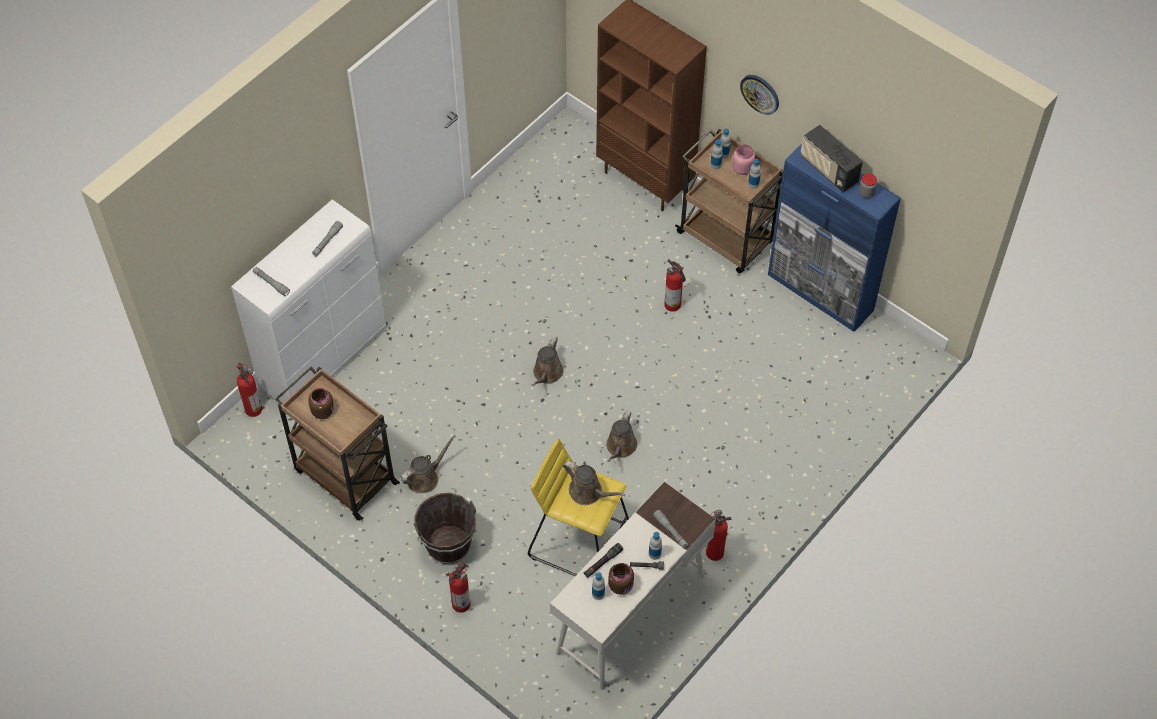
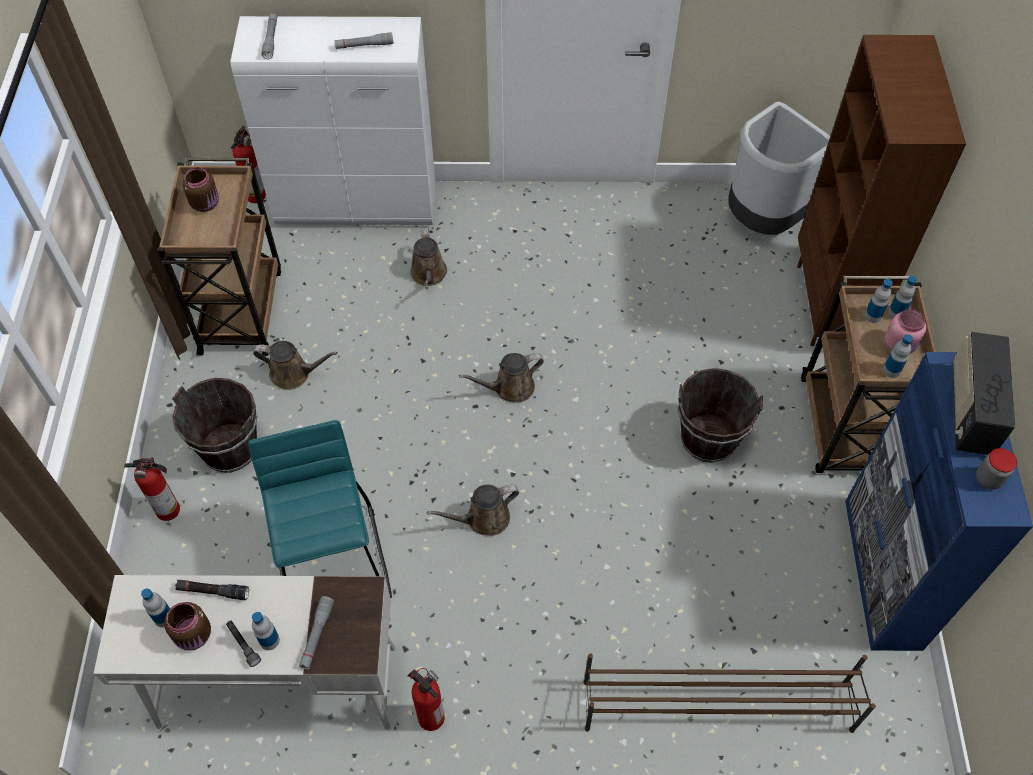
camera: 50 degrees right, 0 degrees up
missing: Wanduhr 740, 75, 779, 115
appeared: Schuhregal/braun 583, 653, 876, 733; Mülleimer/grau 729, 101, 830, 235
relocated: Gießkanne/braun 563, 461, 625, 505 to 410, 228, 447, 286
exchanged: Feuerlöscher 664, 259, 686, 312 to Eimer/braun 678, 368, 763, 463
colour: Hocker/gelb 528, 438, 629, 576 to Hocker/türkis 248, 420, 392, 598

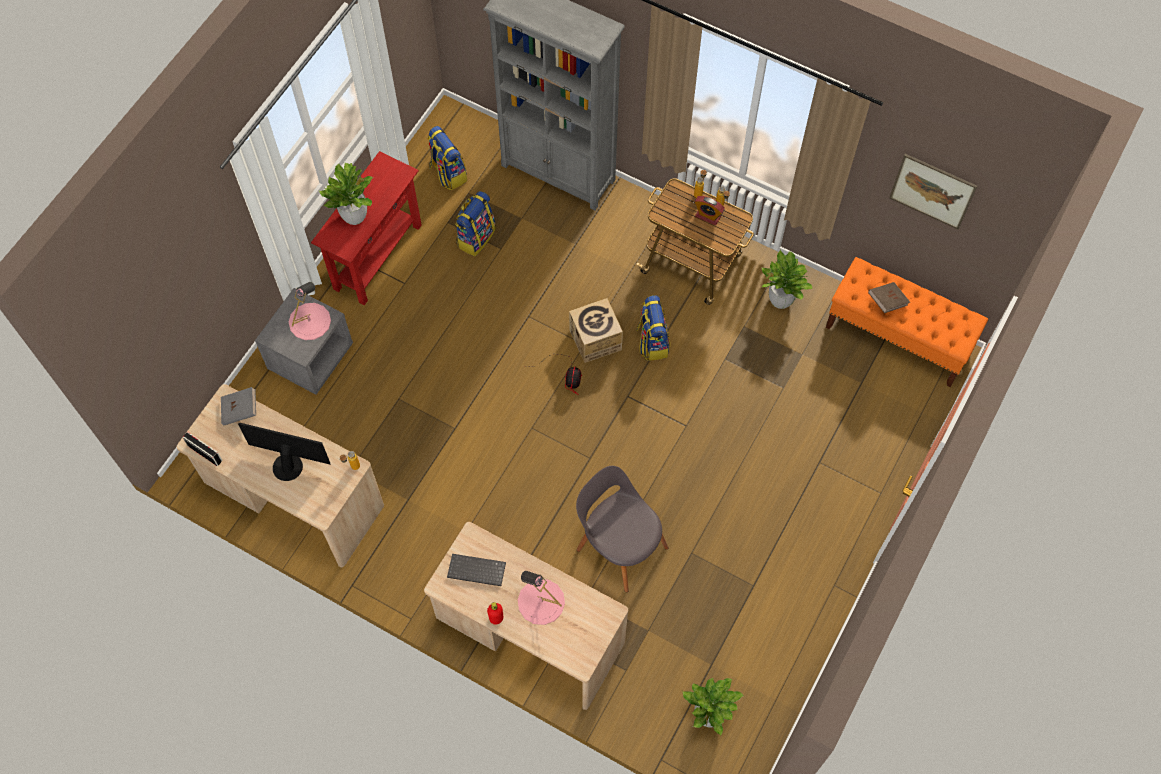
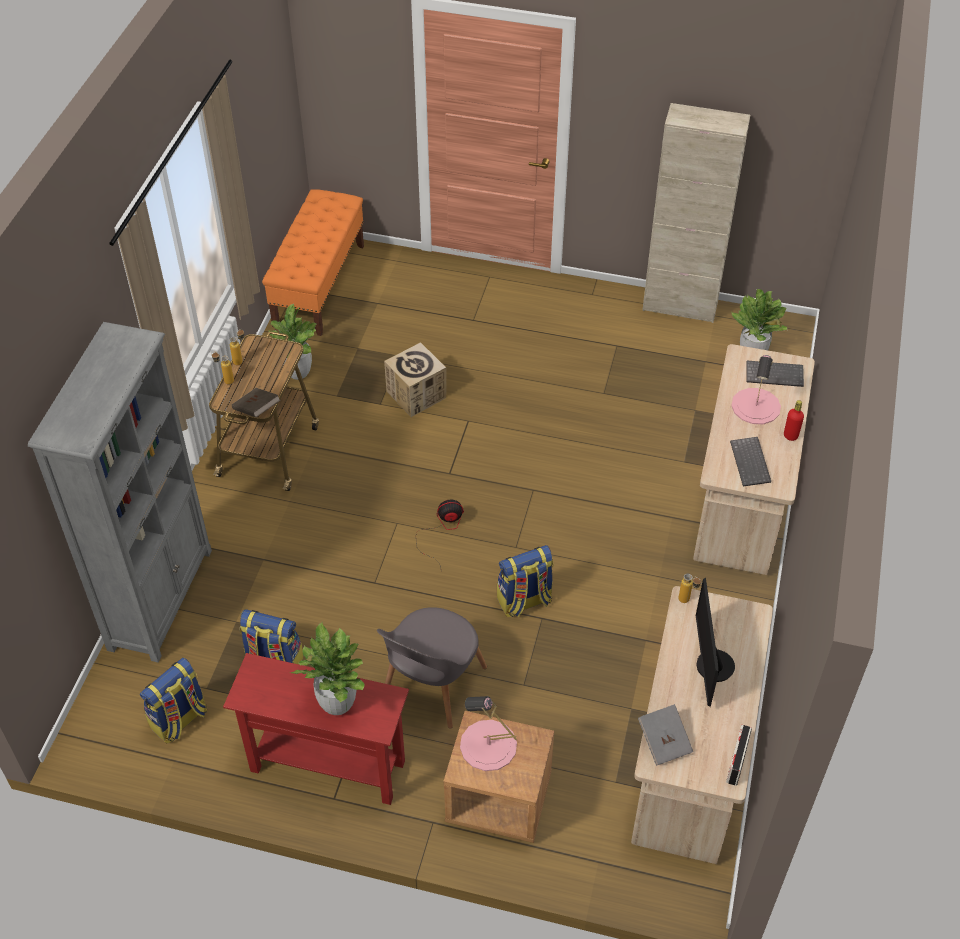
camera: 105 degrees left, 15 degrees down
missing: Wecker 695, 196, 725, 225; Bild 889, 154, 977, 229
appeared: Schrank/beige 642, 103, 750, 323; Tastatur 746, 361, 804, 387
relocated: Karton 569, 298, 623, 363 to 384, 342, 446, 417; Stuhl/grau 576, 466, 669, 592 to 377, 607, 487, 729; Rucksack 636, 295, 670, 361 to 497, 545, 554, 617; Buch/braun 868, 282, 910, 313 to 232, 388, 281, 417
colour: Nachttisch/grau 255, 288, 353, 395 to Nachttisch/braun 443, 711, 554, 843

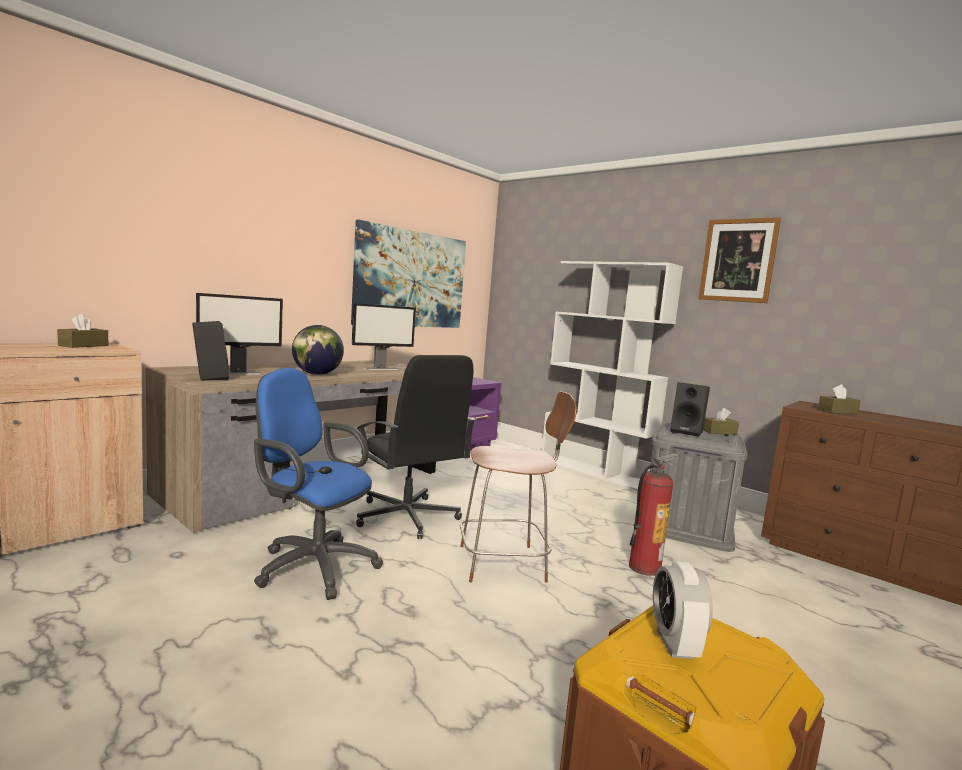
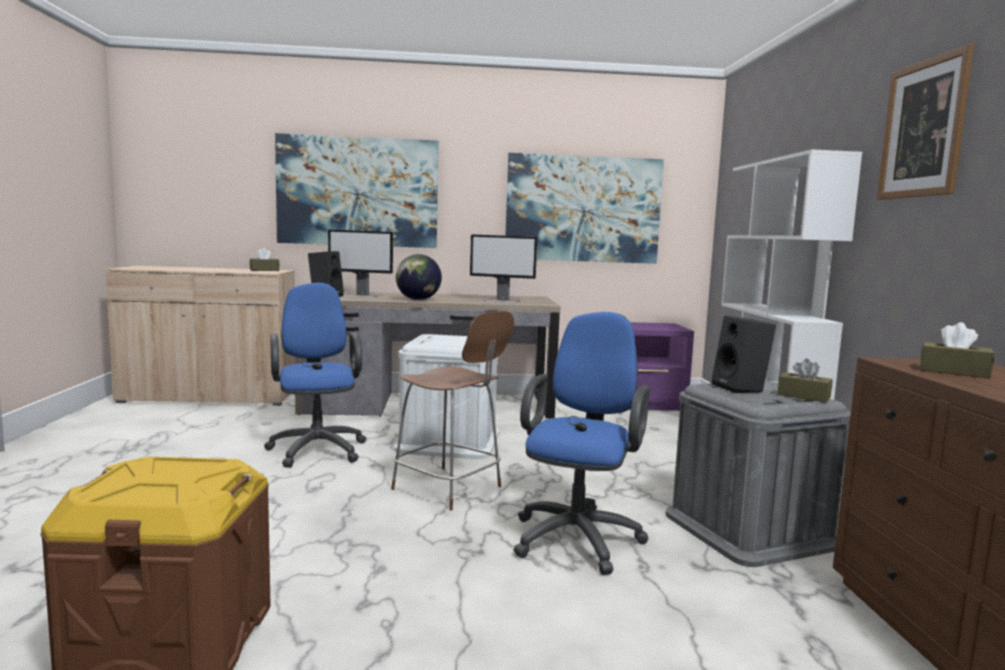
camera: 45 degrees right, 0 degrees up
missing: Wecker 653, 561, 713, 659
appeared: Bild 275, 133, 439, 248
exchanged: Bürostuhl/schwarz 356, 355, 475, 539 to Aufbewahrungsbox/weiß 395, 334, 499, 459; Feuerlöscher 629, 454, 679, 576 to Bürostuhl/blau 514, 312, 650, 575

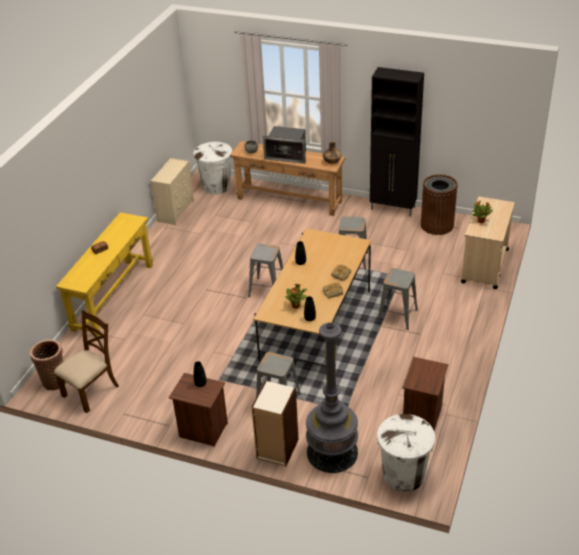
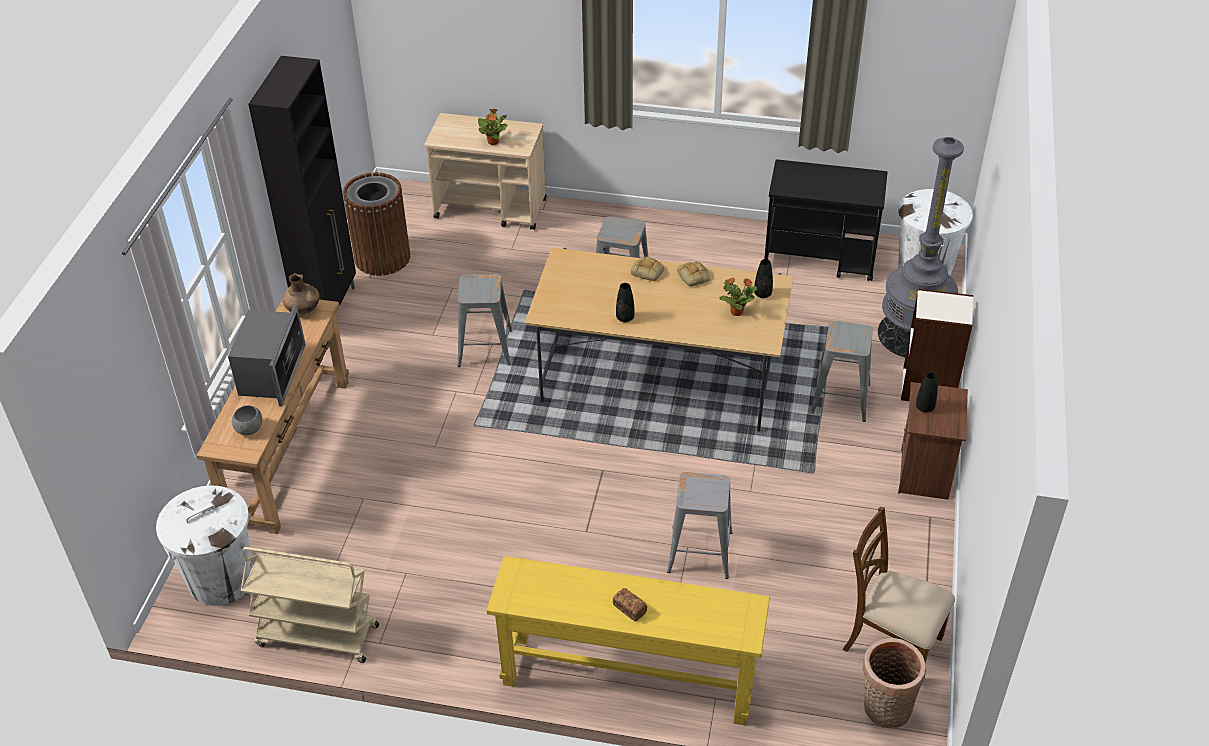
camera: 100 degrees left, 5 degrees up
relocated: Hocker/grau 248, 243, 283, 297 to 667, 472, 732, 579
exchanged: Kommode/beige 151, 158, 194, 225 to Rollwagen/beige 241, 547, 379, 663; Nachttisch/braun 402, 357, 448, 431 to Rollwagen/schwarz 764, 159, 887, 281

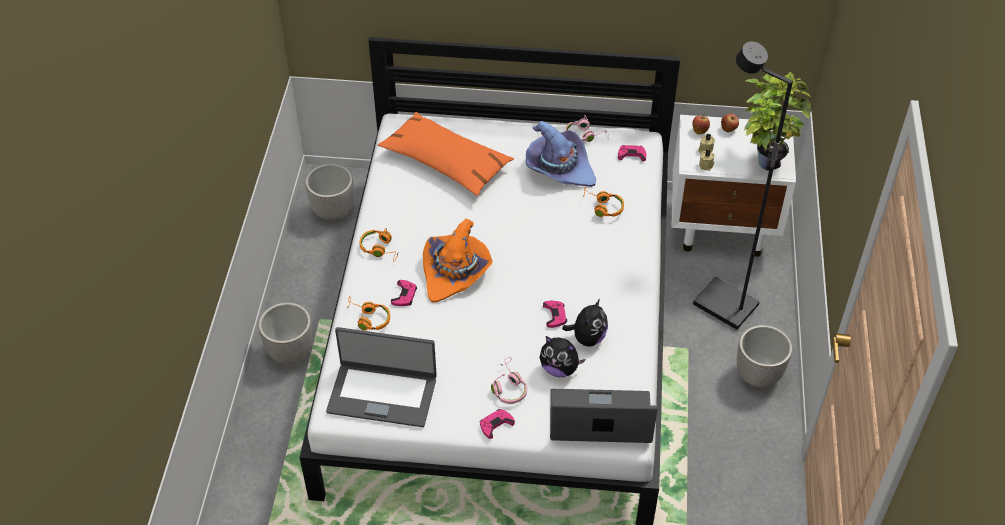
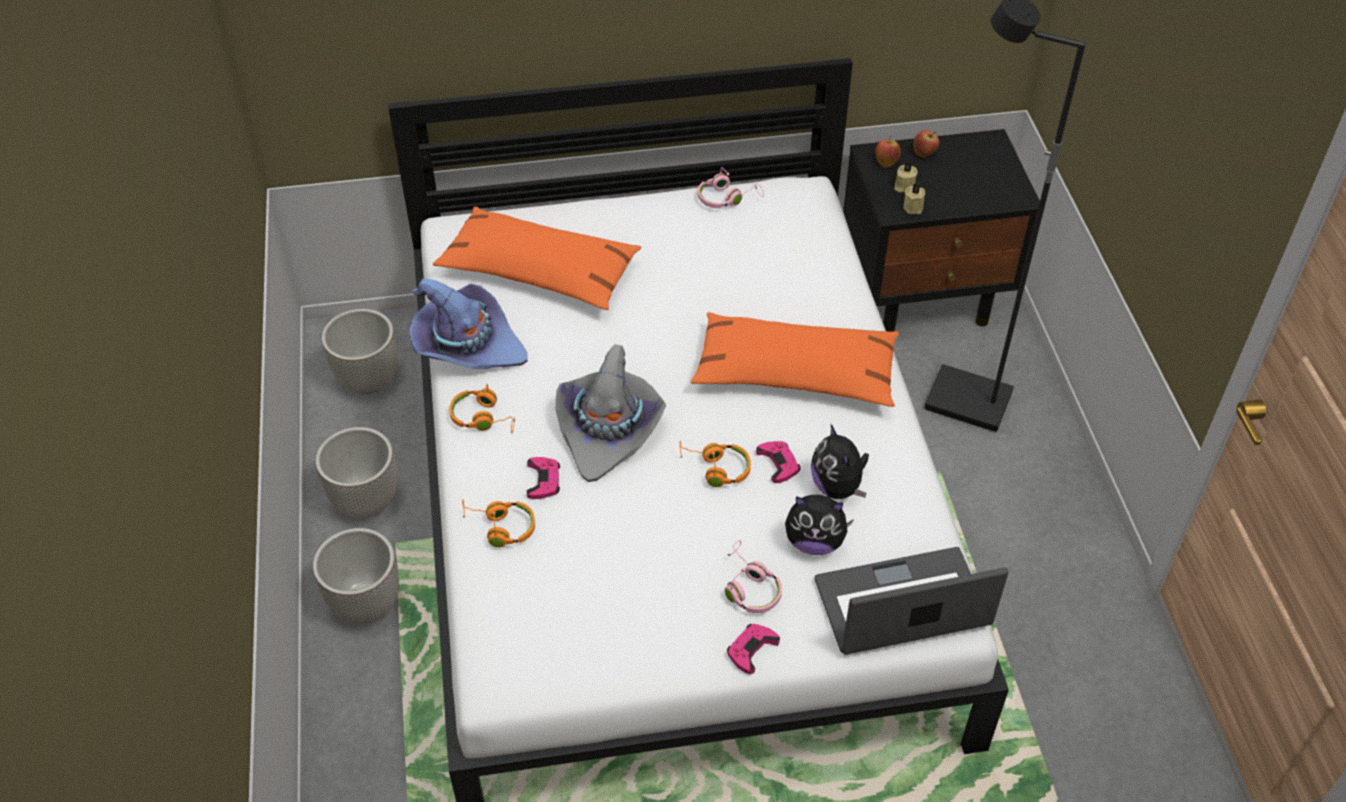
camera: 15 degrees left, 0 degrees up
missing: Laptop 326, 327, 437, 427; Gamepad/rosa 618, 145, 646, 162; Topfpflanze 744, 71, 811, 171
appeared: Kissen/orange 691, 312, 899, 407
relocated: Hut/lila 526, 121, 596, 187 to 410, 278, 528, 370; Kopfhörer/orange 584, 188, 624, 217 to 680, 440, 751, 487; Pflanzkübel 737, 325, 792, 387 to 315, 427, 397, 517
colour: Hut/orange 423, 218, 492, 302 to Hut/grau 556, 344, 666, 482; Nachttisch/weiß 671, 115, 796, 257 to Nachttisch/schwarz 843, 129, 1040, 332
spun: Plüschtier 562, 299, 608, 347 = 811, 423, 869, 499 150 degrees clockwise

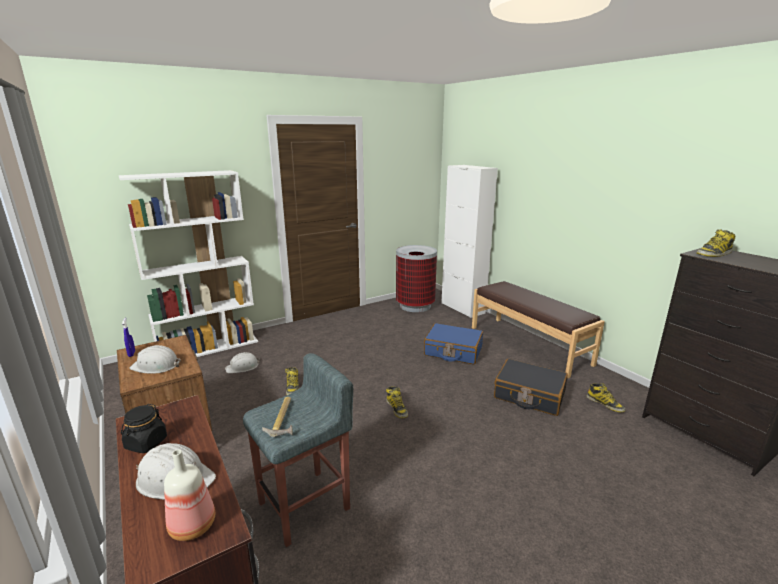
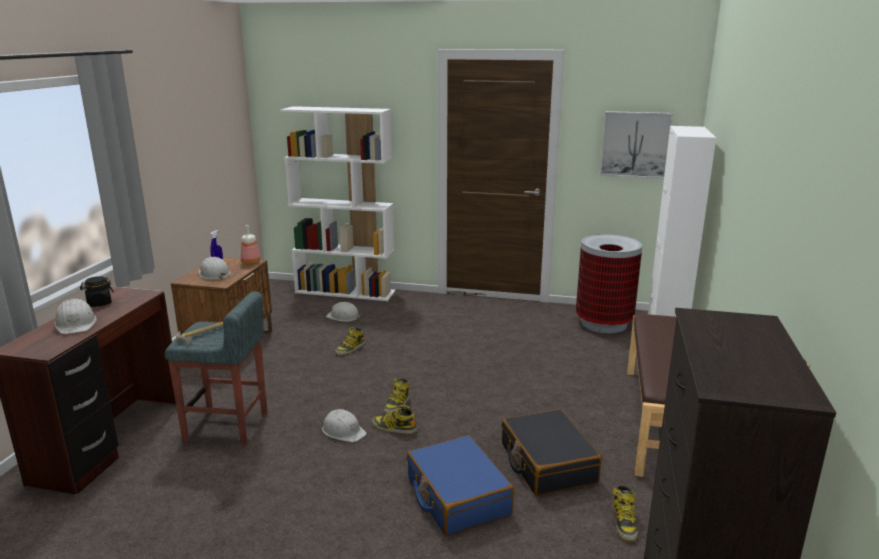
camera: 45 degrees right, 0 degrees up
appeared: Schutzhelm/weiß 322, 409, 367, 442; Bild 600, 111, 673, 179
relocated: Flasche 164, 449, 215, 541 to 241, 225, 260, 265; Koffer/blau 424, 323, 483, 364 to 407, 435, 514, 536; Stiefel 696, 229, 735, 257 to 372, 405, 417, 434

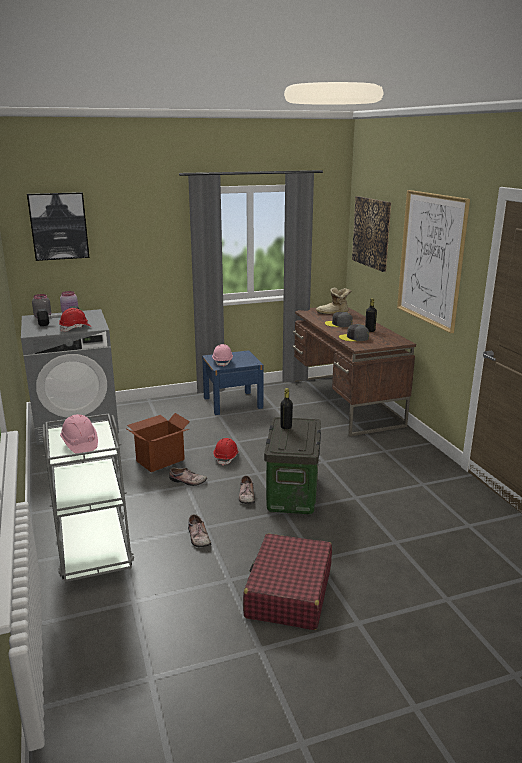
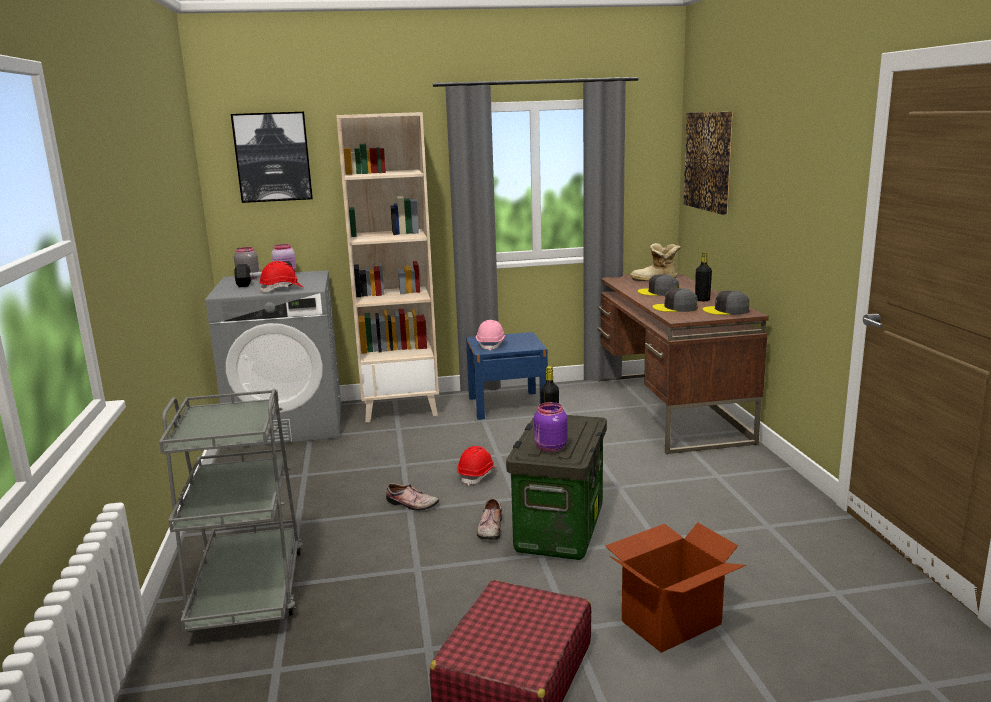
camera: 10 degrees right, 5 degrees down
missing: Schutzhelm/rosa 60, 414, 98, 453; Schuh 188, 514, 212, 547; Bild 397, 190, 470, 333
appeared: Bücherregal/beige 336, 112, 439, 422; Vorratsglas/lila 534, 402, 567, 452; Kappe/grau 702, 290, 750, 315
relocated: Karton 127, 413, 190, 472 to 605, 522, 746, 653

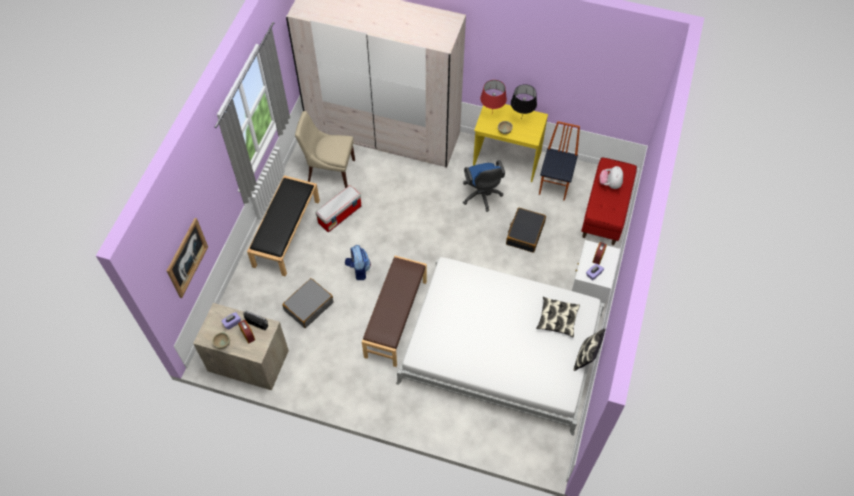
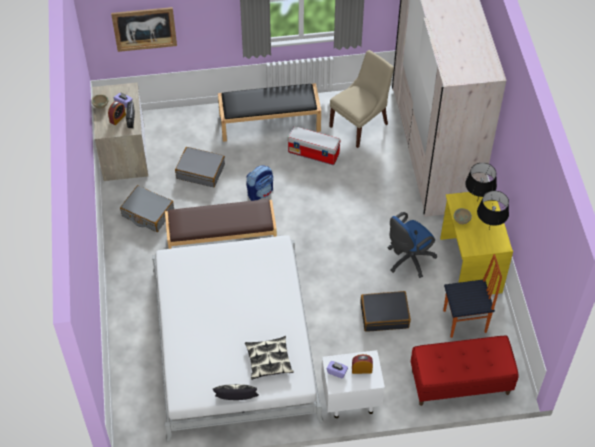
camera: 65 degrees right, 5 degrees down
missing: Plüschtier 599, 166, 623, 189
appeared: Koffer/grau 120, 185, 174, 232
colour: Tischlampe/rot 480, 80, 507, 112 to Tischlampe/schwarz 465, 163, 497, 202
spun: Stuhl/beige 295, 111, 355, 188 = 329, 50, 394, 148 60 degrees clockwise

